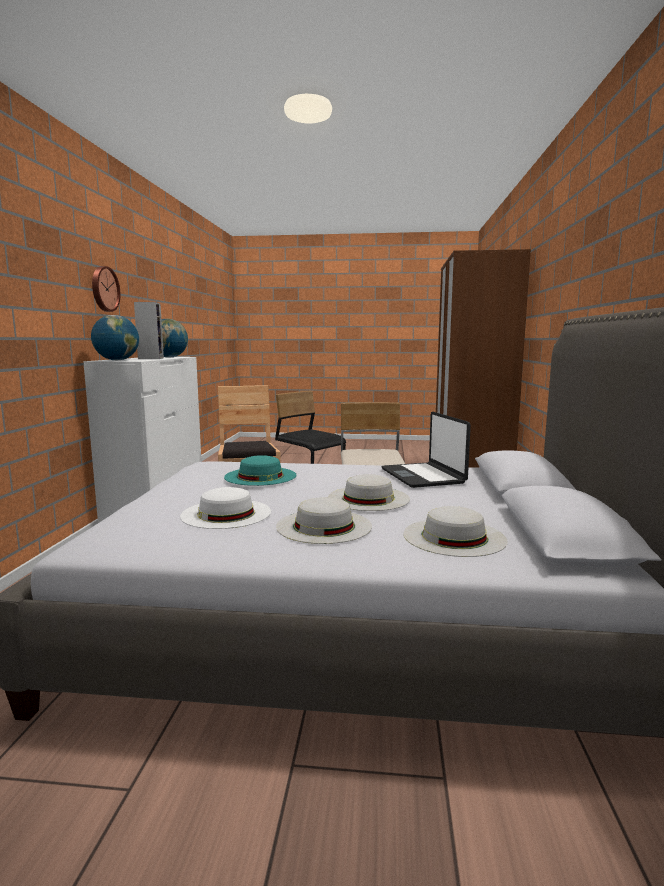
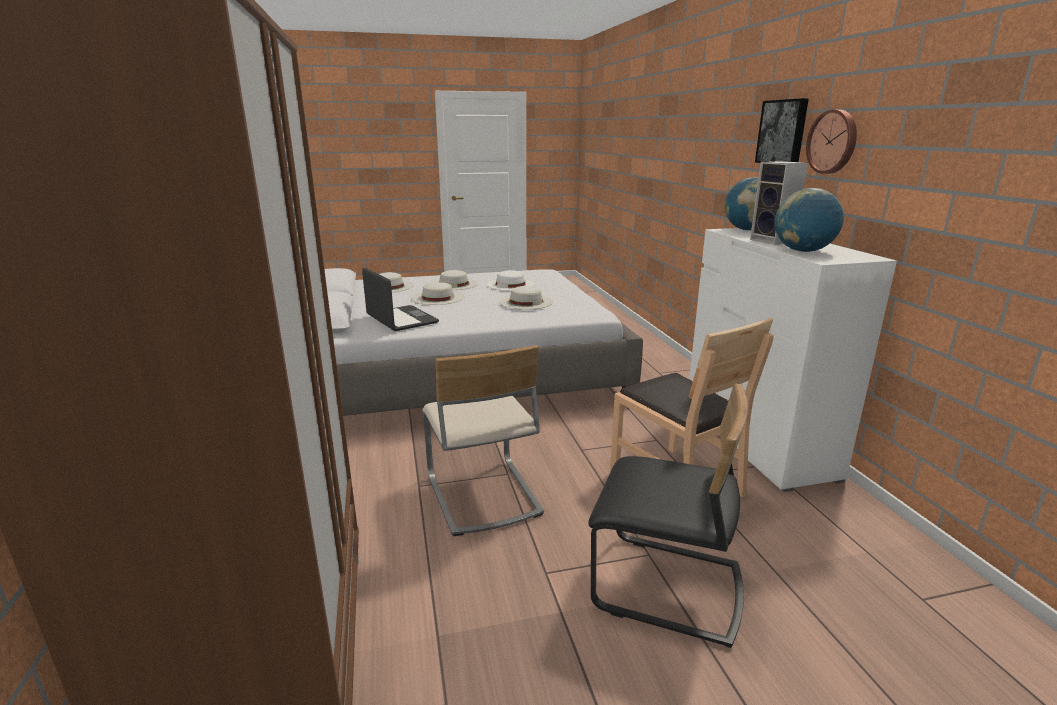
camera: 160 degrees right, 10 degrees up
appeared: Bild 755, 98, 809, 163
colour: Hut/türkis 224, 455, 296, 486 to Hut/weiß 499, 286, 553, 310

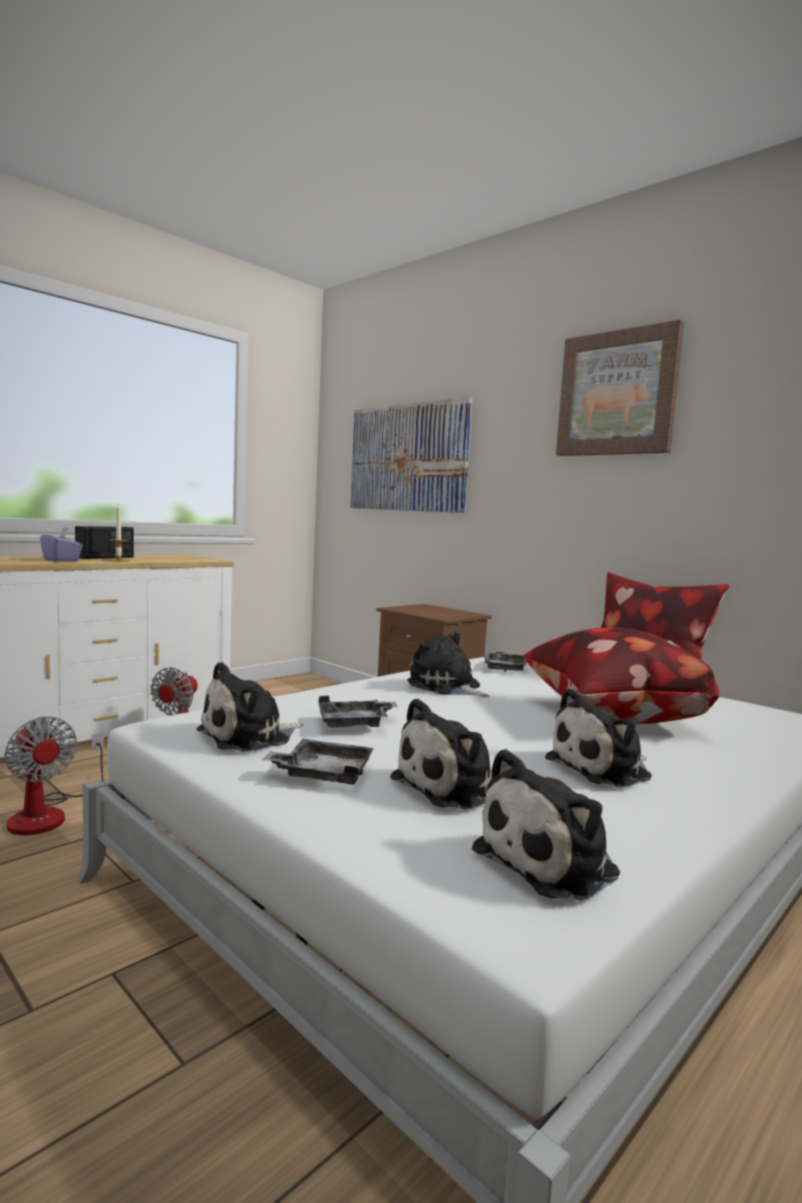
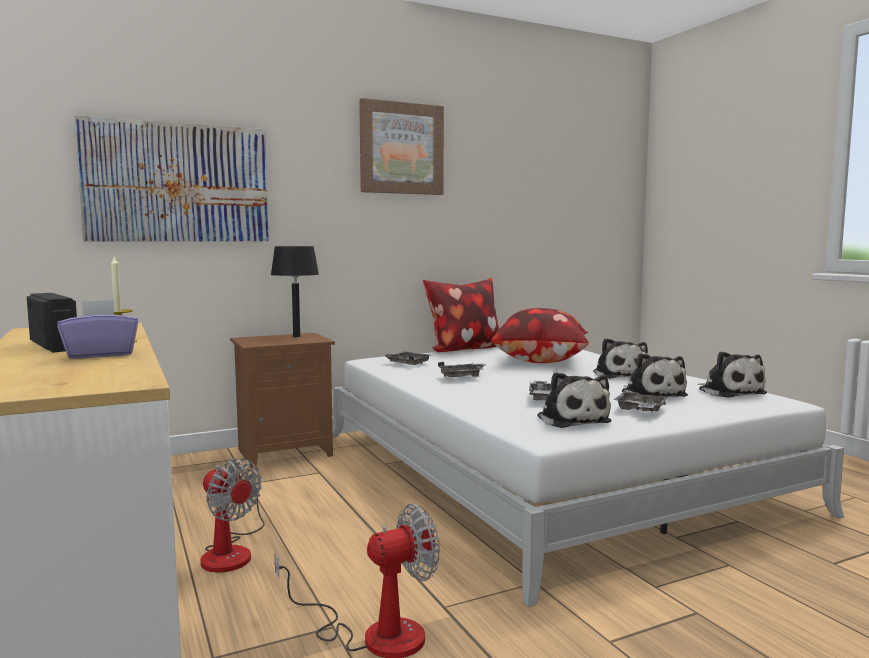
camera: 70 degrees left, 0 degrees up
appeared: Tischlampe/schwarz 271, 246, 319, 337
exchanged: Plüschtier 407, 631, 490, 697 to Tablett/grau 438, 362, 487, 377

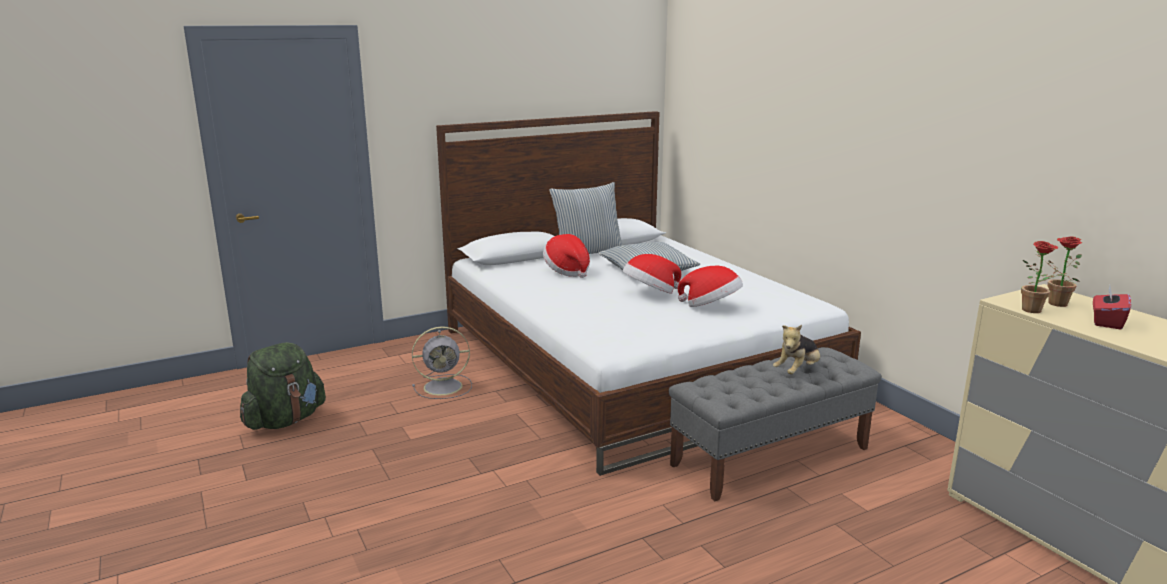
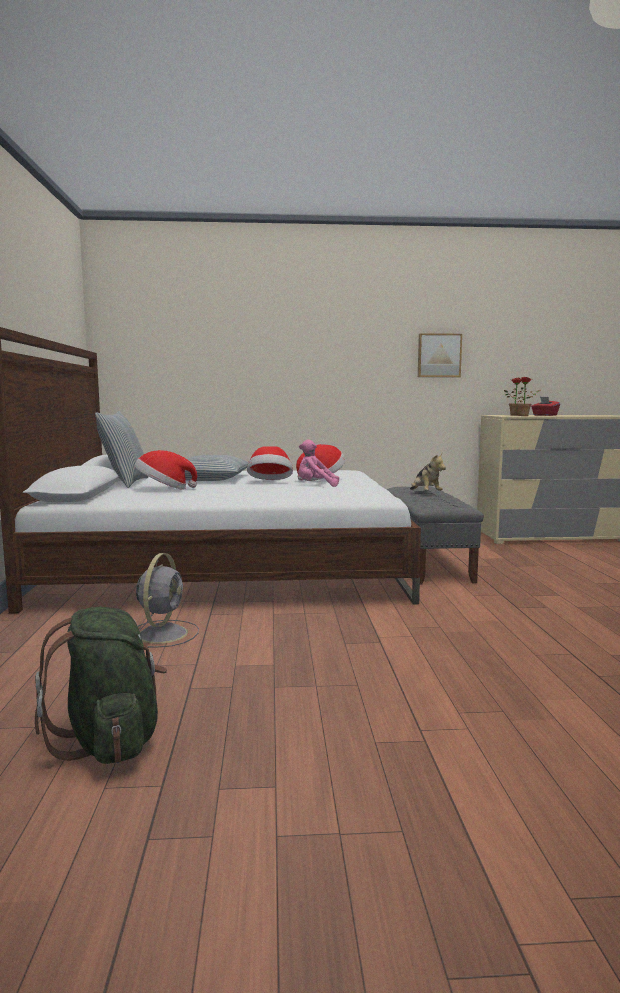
camera: 65 degrees left, 10 degrees down
appeared: Plüschtier/rosa 298, 439, 339, 487; Bild 418, 333, 462, 377

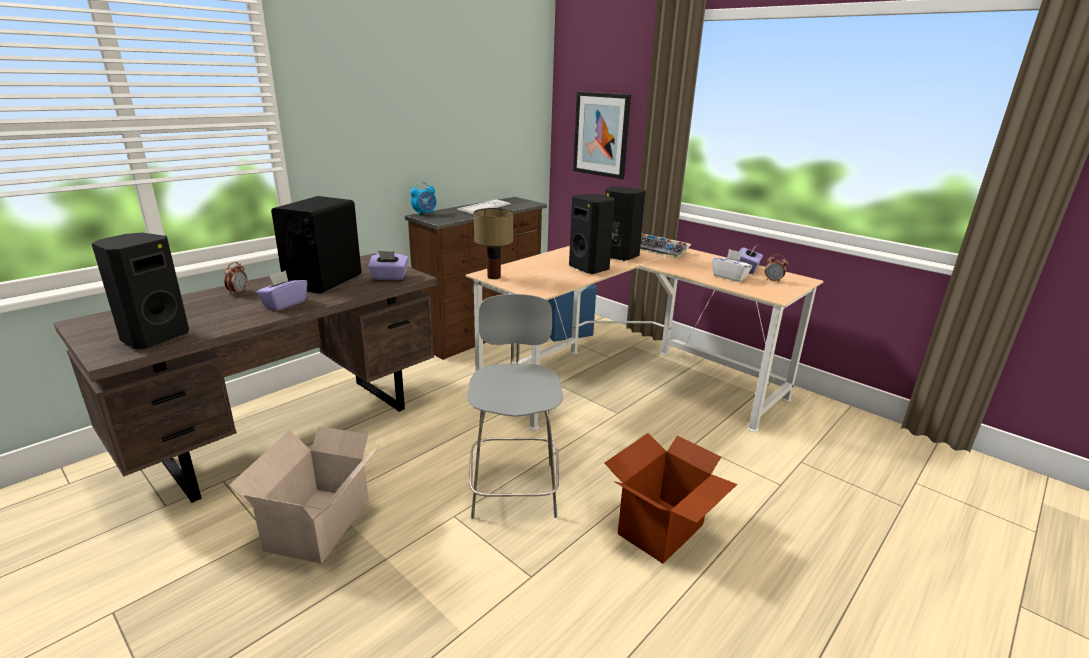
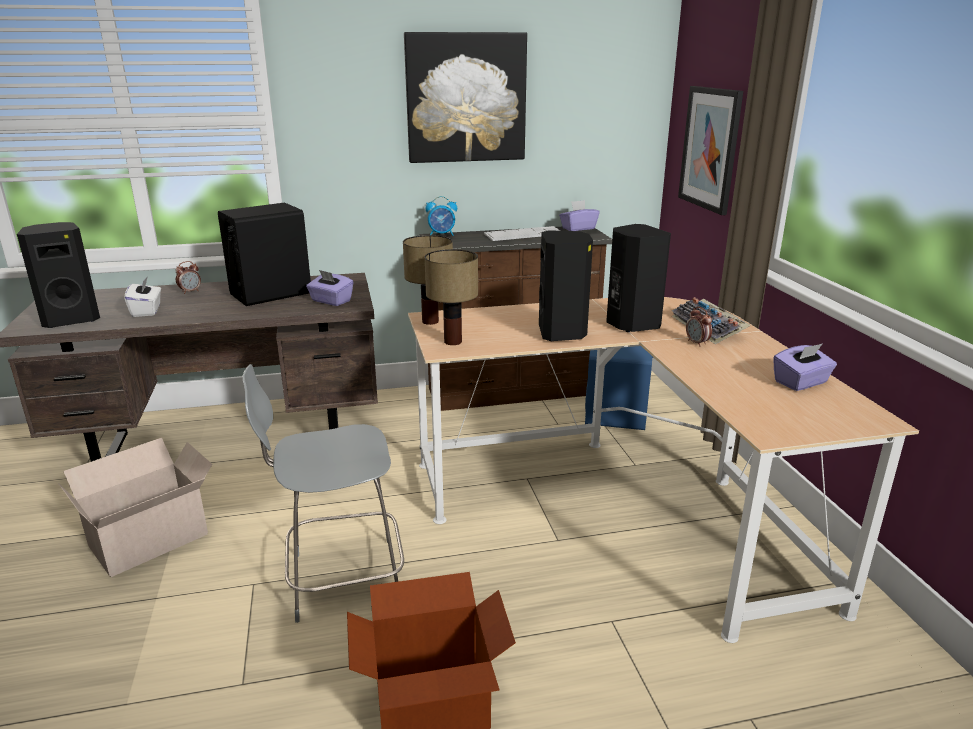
camera: 35 degrees right, 0 degrees up
appeared: Bild 404, 32, 527, 163; Tischlampe 425, 249, 478, 345
relocated: Taschentuchbox/lila 257, 270, 308, 311 to 559, 200, 600, 231; Taschentuchbox/weiß 712, 249, 752, 282 to 125, 276, 161, 317; Wecker 765, 255, 788, 283 to 686, 307, 712, 347
spun: Stuhl/grau 467, 294, 563, 519 = 243, 364, 404, 623 135 degrees counterclockwise

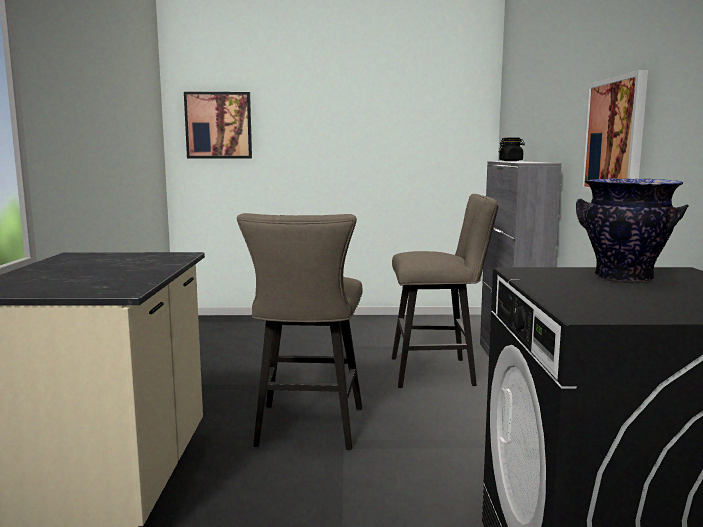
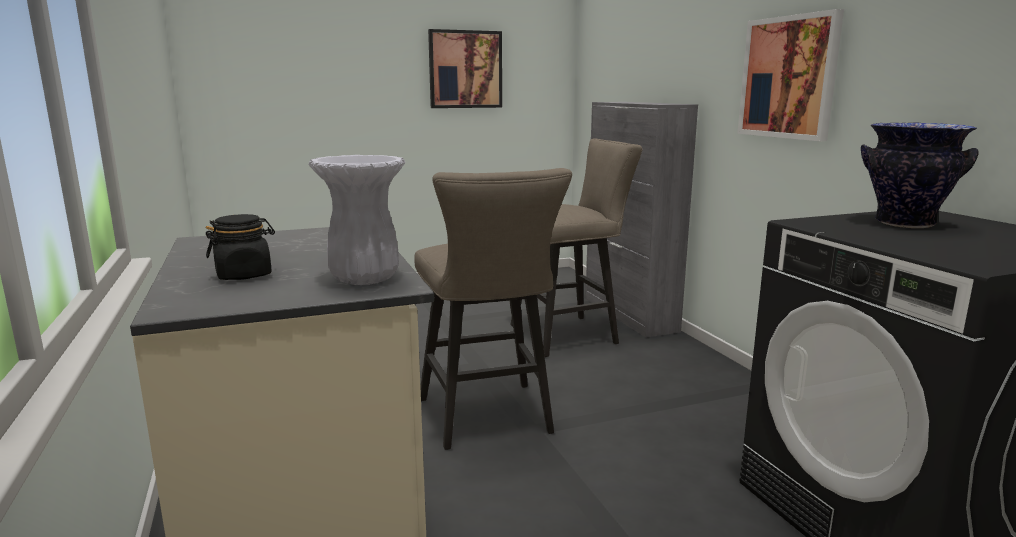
camera: 20 degrees left, 5 degrees up
appeared: Vase/weiß 308, 155, 405, 285
relocated: Bild 184, 92, 252, 158 to 428, 29, 502, 108; Vorratsglas/schwarz 499, 138, 525, 161 to 205, 214, 275, 280

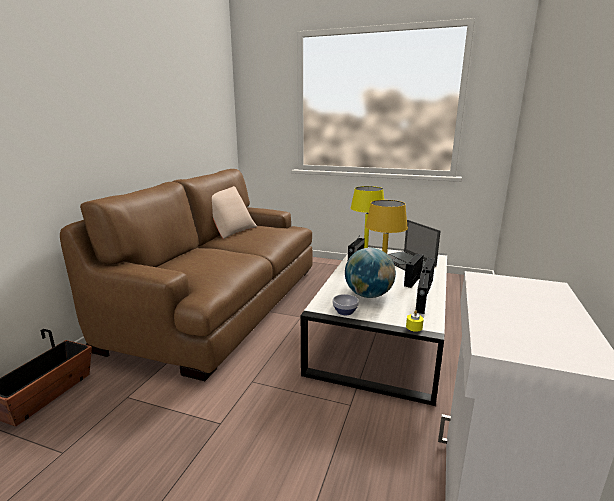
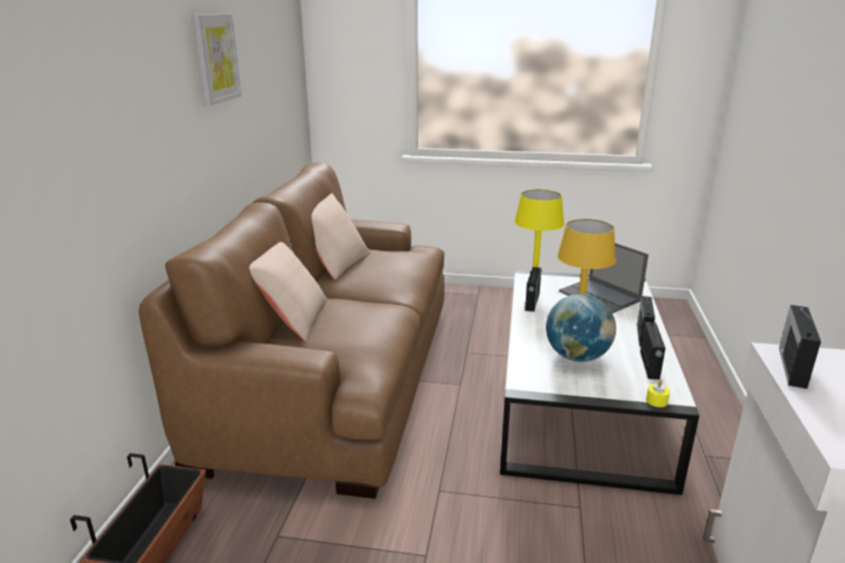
camera: 10 degrees left, 5 degrees up
missing: Schüssel 333, 294, 359, 315
appeared: Bild 192, 14, 241, 106; Kissen/beige 249, 242, 327, 341
relocated: Radio 404, 254, 423, 288 to 779, 305, 821, 389

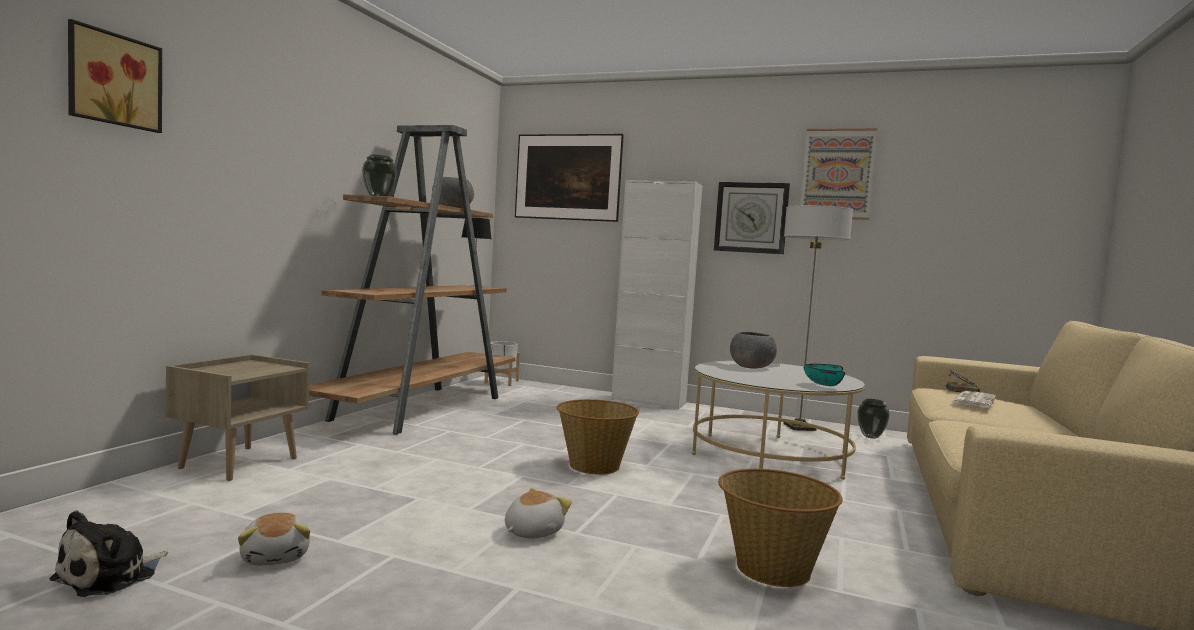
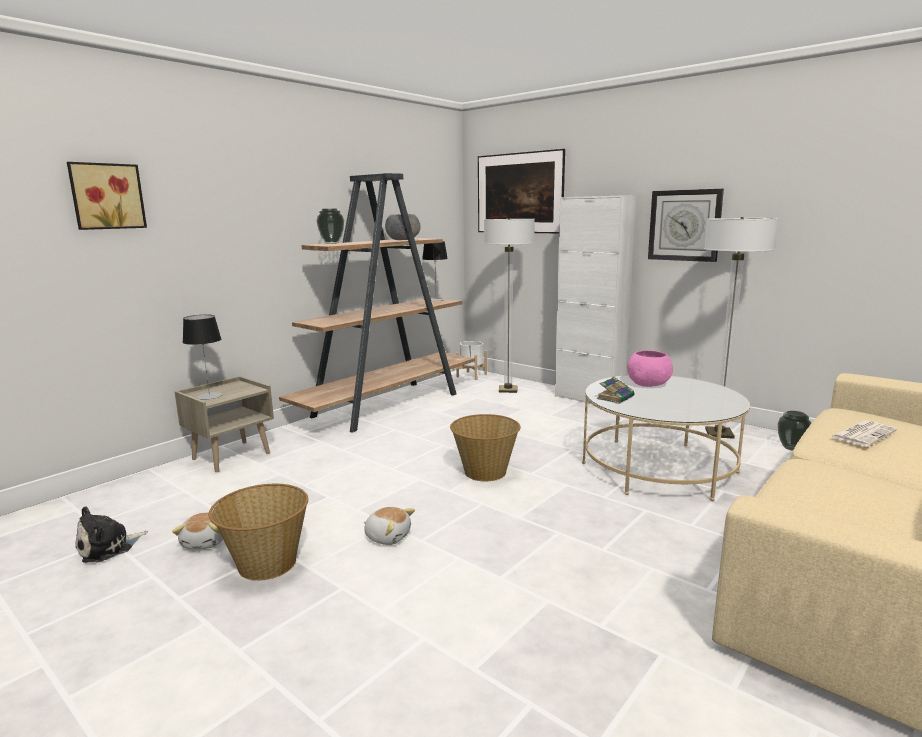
camera: 20 degrees right, 10 degrees up
missing: Bild 800, 128, 877, 220; Schüssel/türkis 804, 364, 845, 386
appeared: Tischlampe 183, 315, 223, 399; Stehlampe 484, 218, 535, 393
relocated: Korb 718, 469, 843, 587 to 208, 484, 308, 581; Buch 945, 370, 980, 392 to 597, 377, 635, 404
colour: Schüssel/grau 730, 332, 777, 369 to Schüssel/rosa 627, 350, 673, 387
spun: Plüschtier 505, 487, 572, 539 = 364, 507, 415, 545 60 degrees clockwise

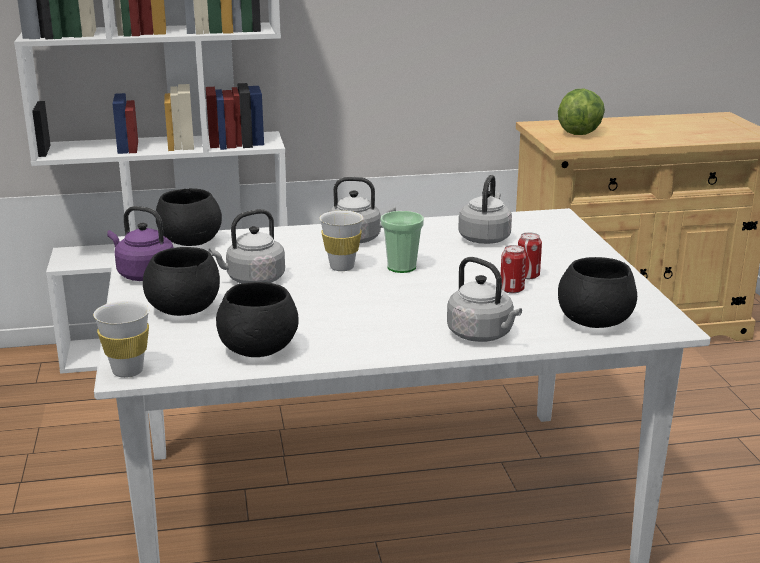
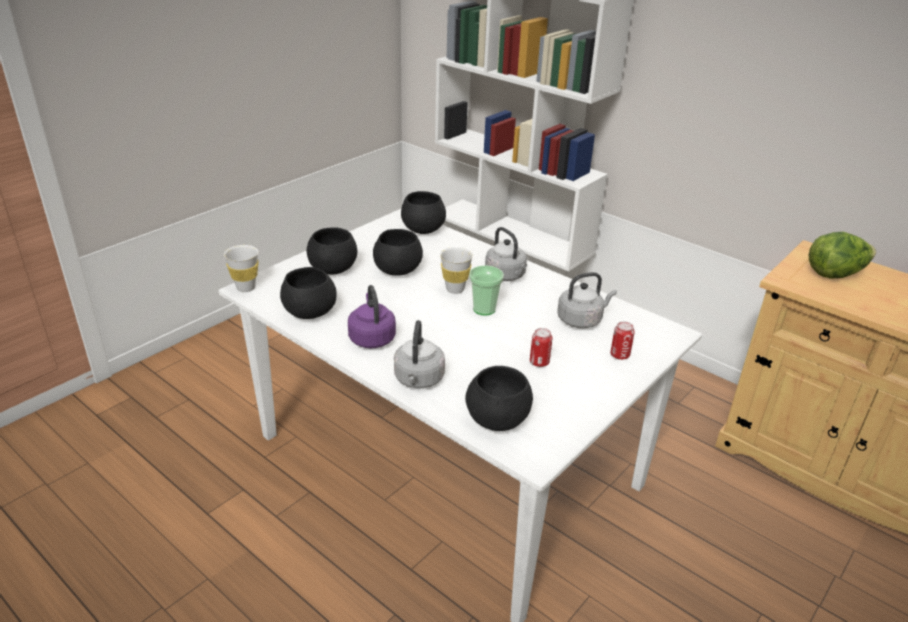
camera: 50 degrees right, 10 degrees up
relocated: Wasserkessel/lila 107, 206, 174, 281 to 348, 285, 396, 348; Dose 501, 245, 526, 294 to 610, 321, 635, 360
exchanged: Wasserkessel/grau 209, 209, 285, 284 to Schüssel/schwarz 373, 229, 423, 276

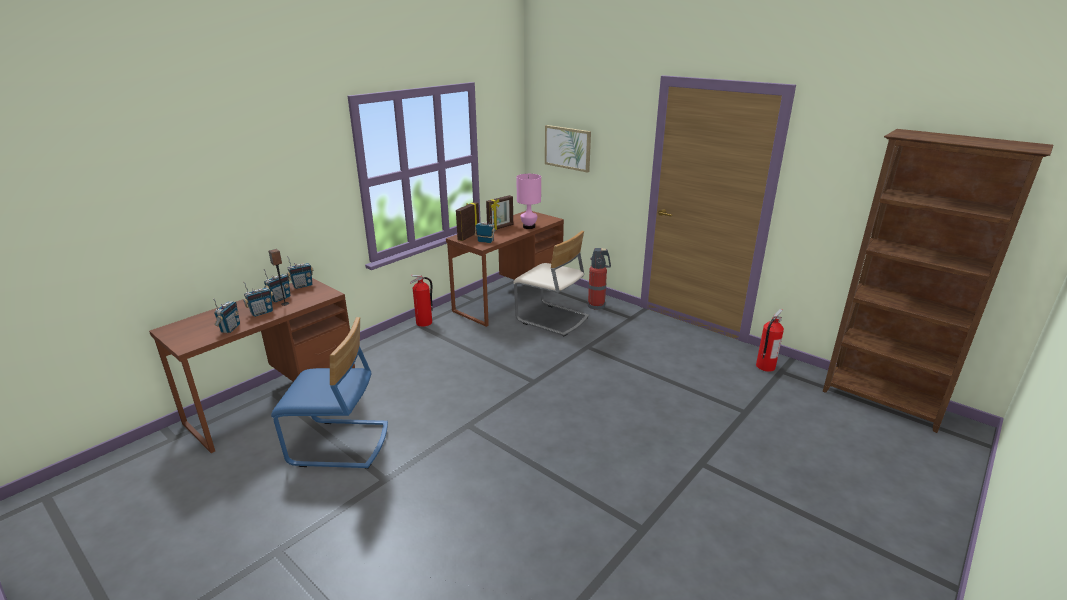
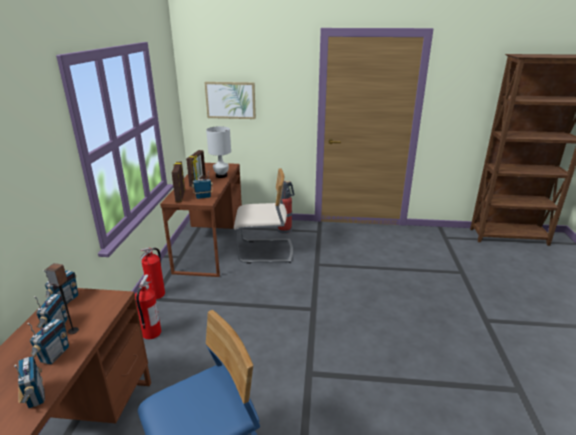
camera: 35 degrees left, 0 degrees up
relocated: Feuerlöscher 756, 309, 784, 372 to 135, 274, 161, 339
colour: Tischlampe/rosa 516, 174, 541, 229 to Tischlampe/weiß 206, 126, 231, 178

